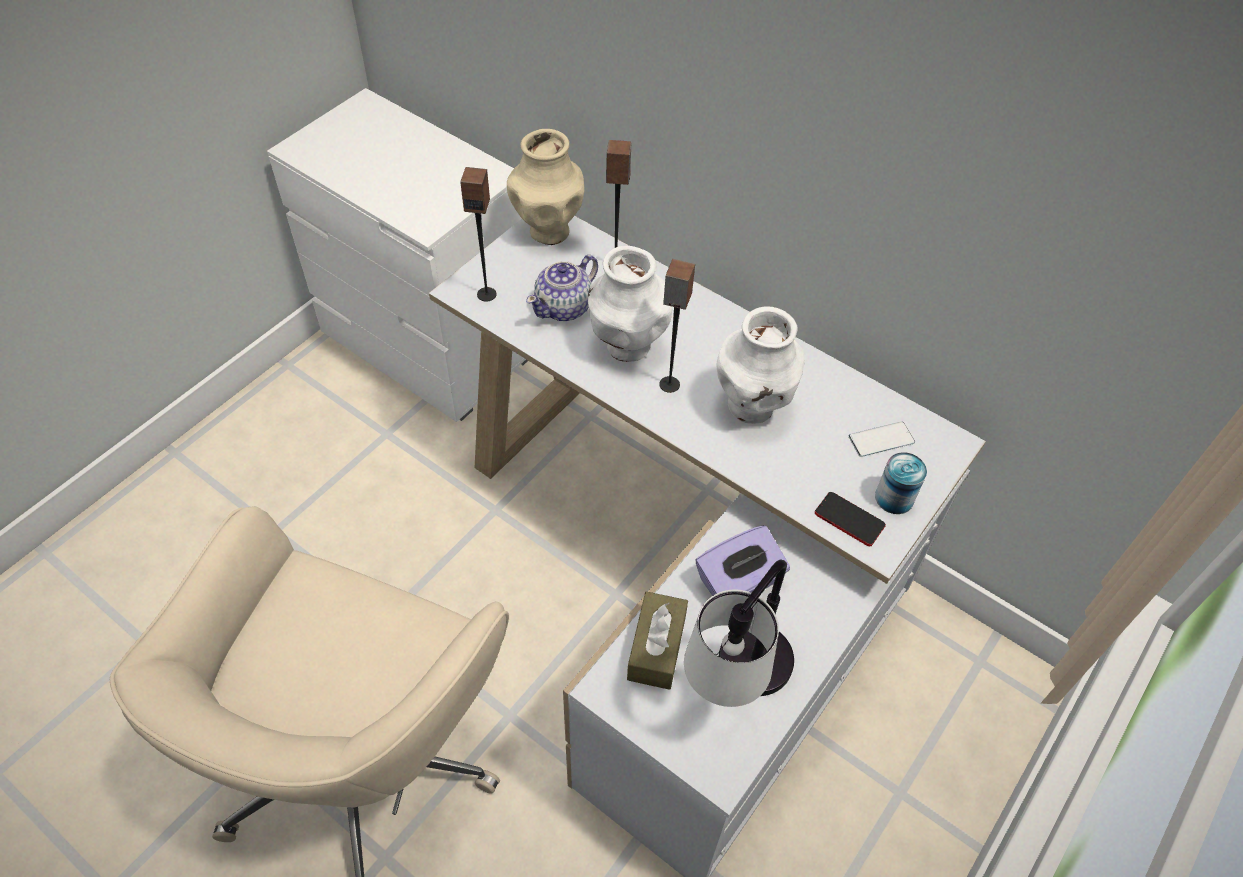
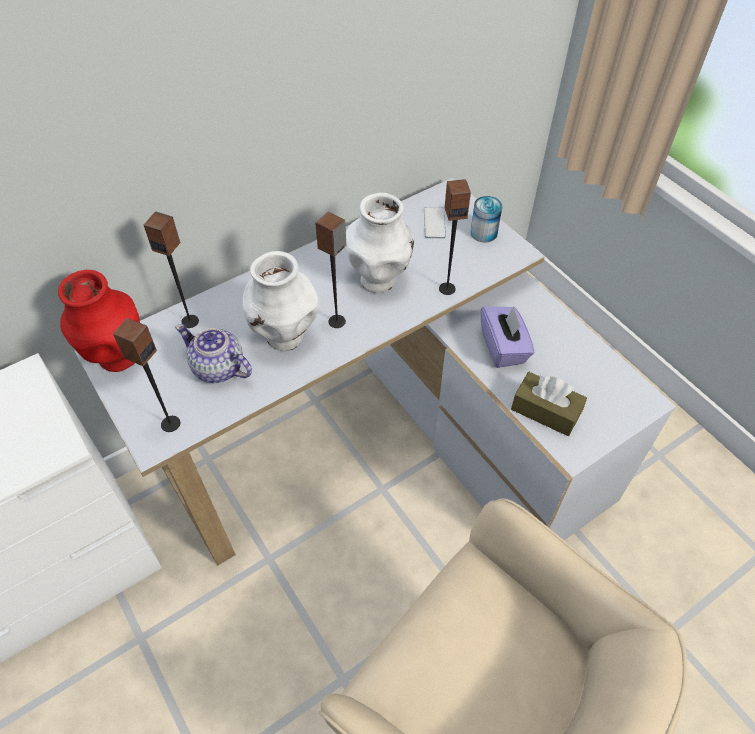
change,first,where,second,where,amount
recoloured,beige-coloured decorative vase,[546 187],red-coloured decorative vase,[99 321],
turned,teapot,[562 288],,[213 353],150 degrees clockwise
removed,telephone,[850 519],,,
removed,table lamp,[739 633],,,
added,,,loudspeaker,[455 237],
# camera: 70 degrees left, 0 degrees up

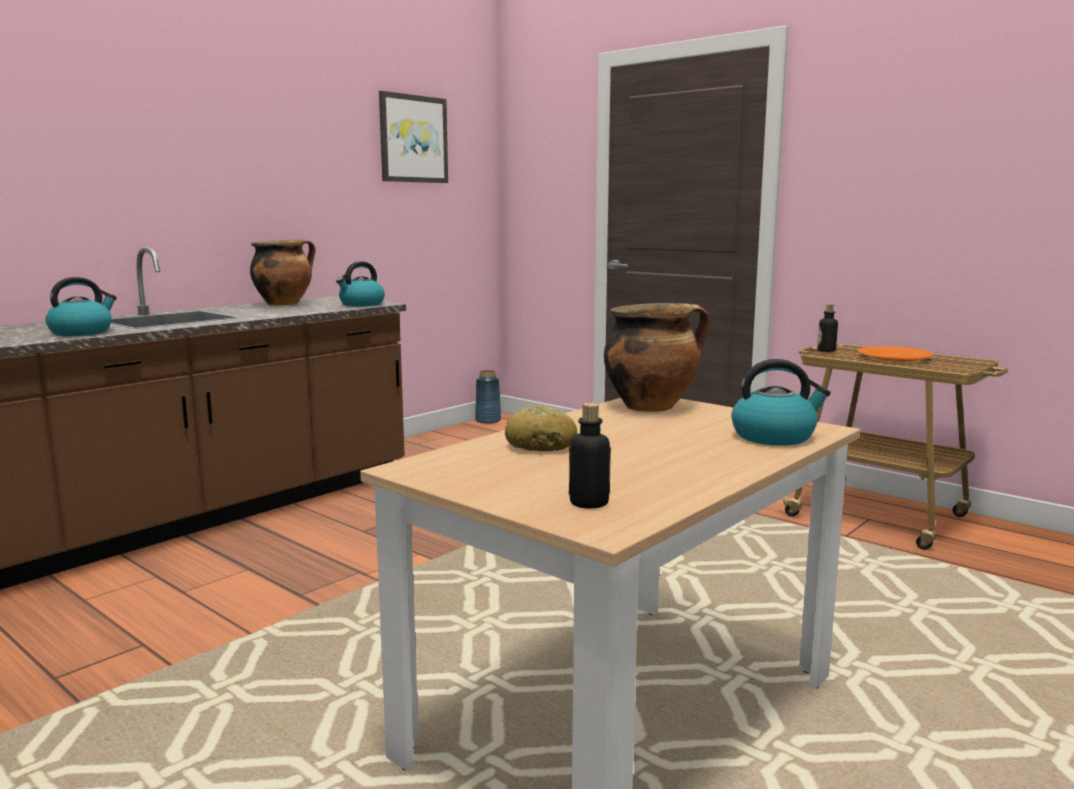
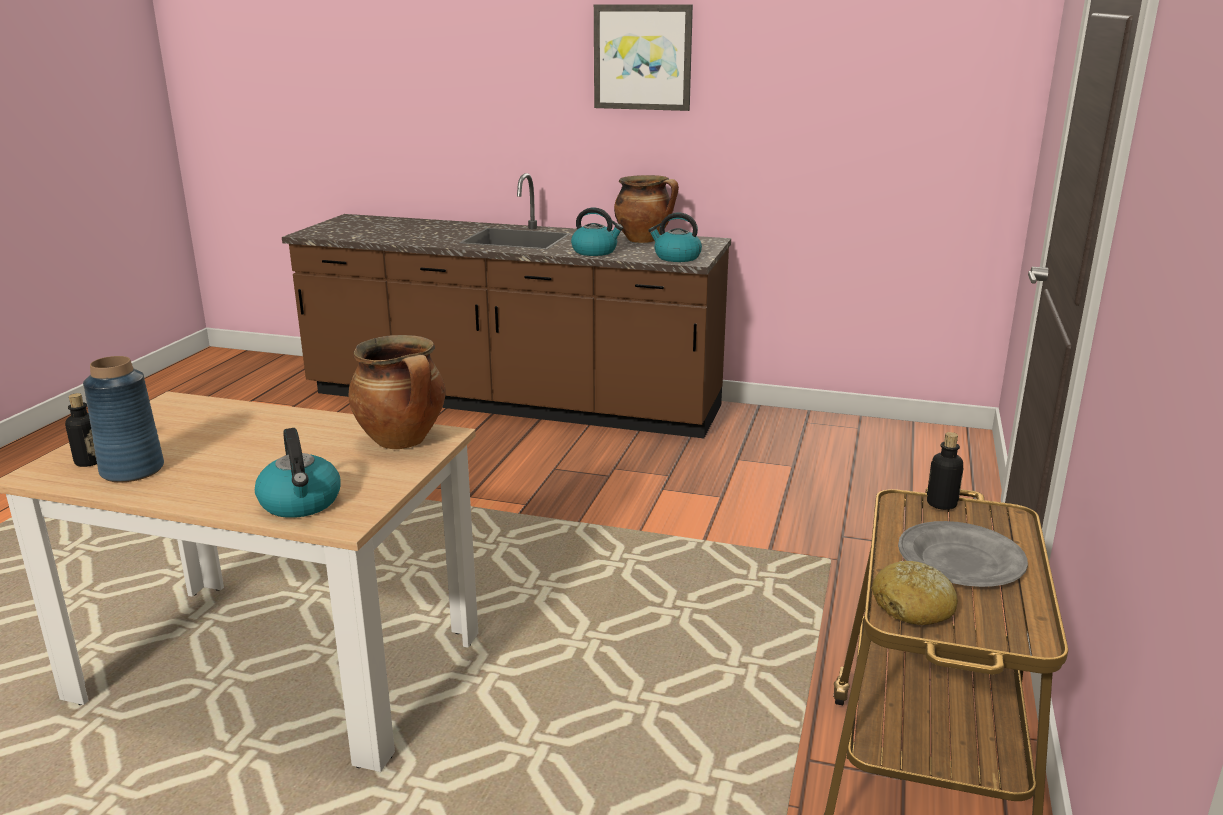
change,first,where,second,where,amount
moved,wall art,[413 137],,[643 57],
moved,water kettle,[81 306],,[597 232],
recoloured,orange-coloured dinner plate,[895 354],gray dinner plate,[963 554],
moved,blue decorative vase,[488 397],,[123 419],
moved,baked bread,[541 428],,[914 593],
# camera: 65 degrees right, 10 degrees up

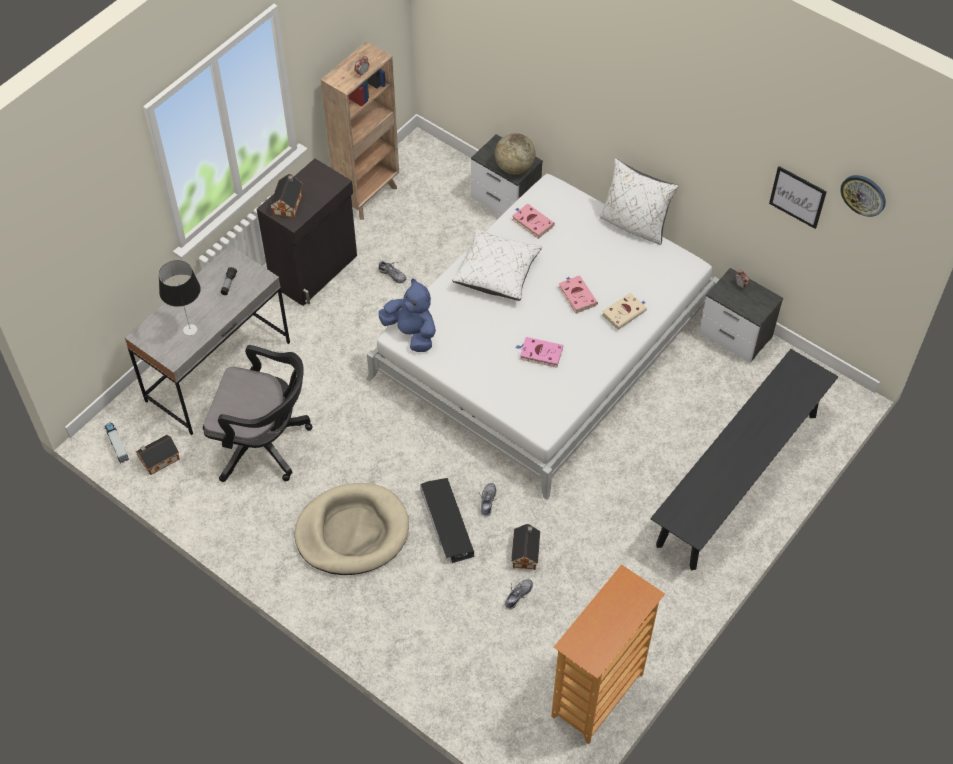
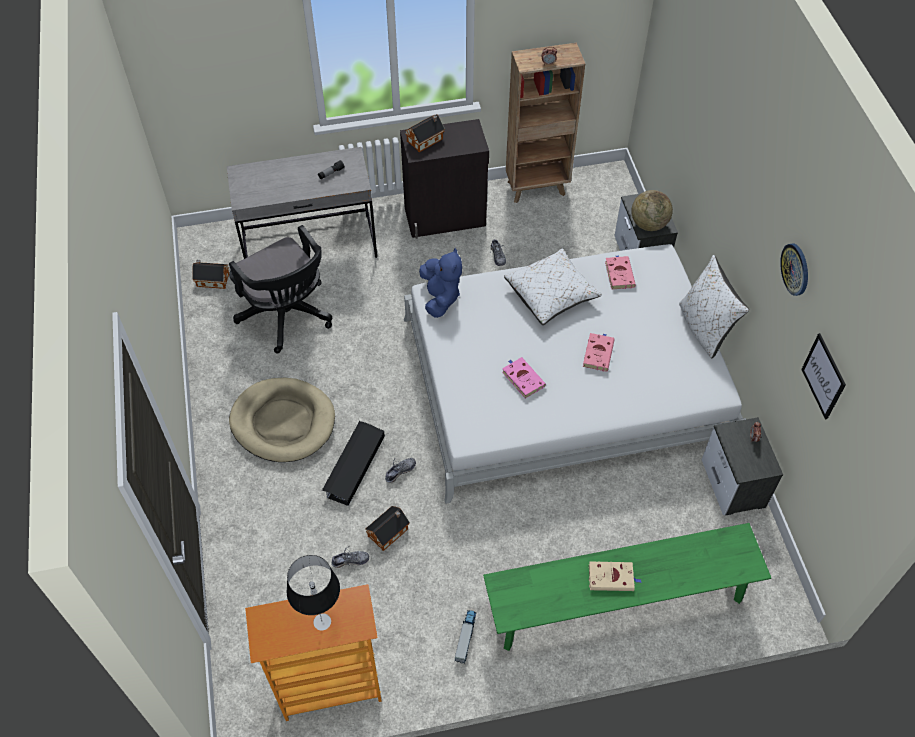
change,first,where,second,where,amount
moved,wall clock,[863 196],,[794 270],
moved,table lamp,[180 297],,[313 593],
moved,beige-coloured volume,[624 311],,[615 576],
recoloured,blackish long seat,[744 459],green-coloured long seat,[627 587],
moved,model truck,[117 443],,[465 636],
# camera: 40 degrees right, 0 degrees up

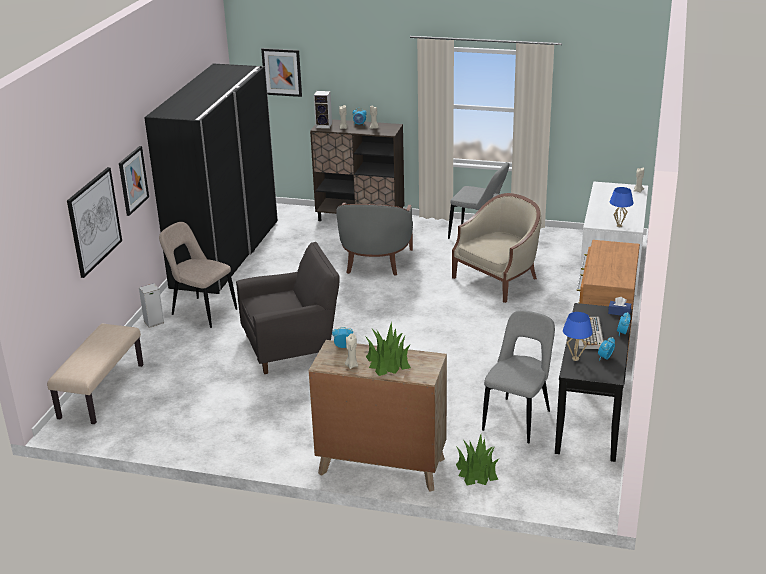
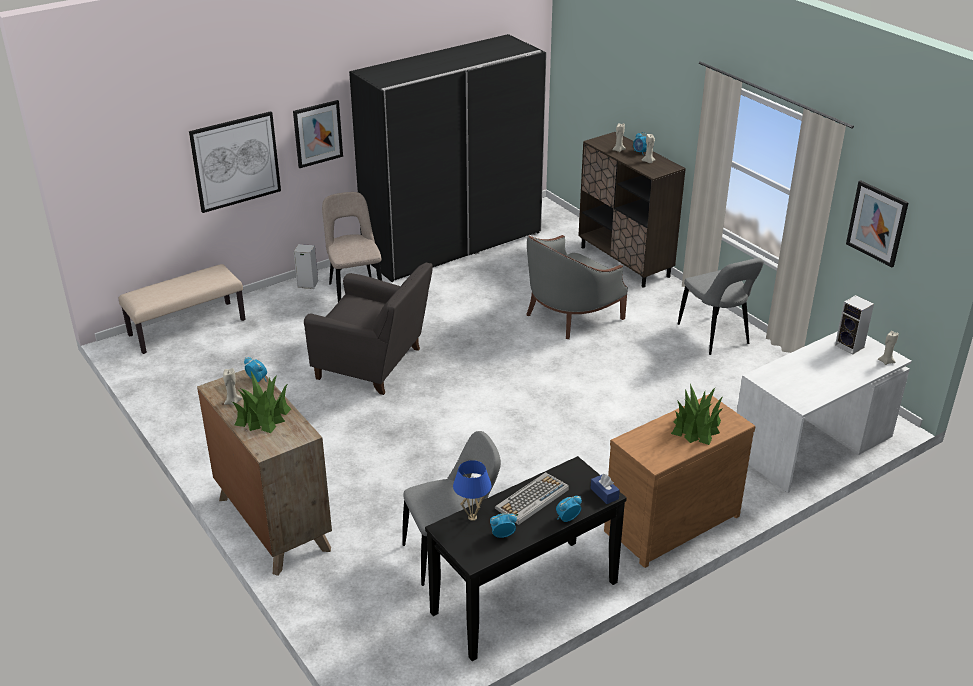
change,first,where,second,where,amount
moved,wall art,[281 72],,[877 223],
moved,loudspeaker,[323 110],,[854 324],
removed,blue table lamp,[622 207],,,
removed,beige-coloured easy chair,[496 248],,,
moved,houseplant,[477 460],,[697 414],
# camera: 40 degrees right, 5 degrees up

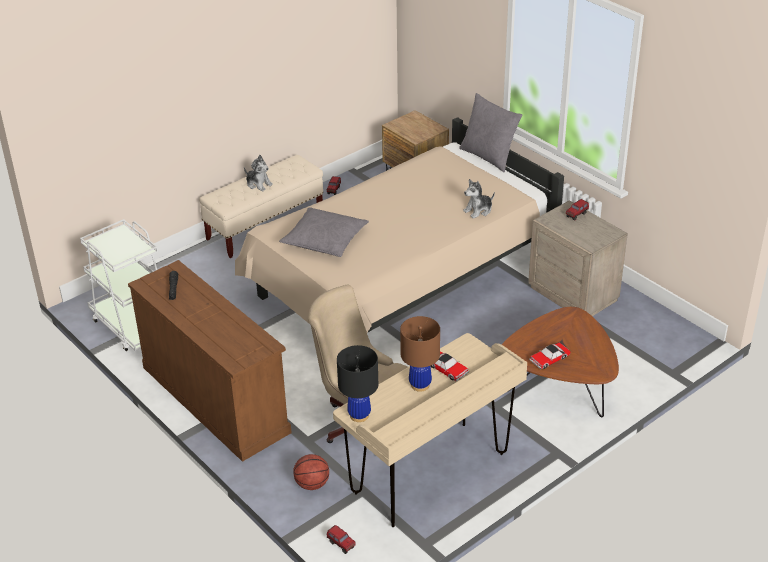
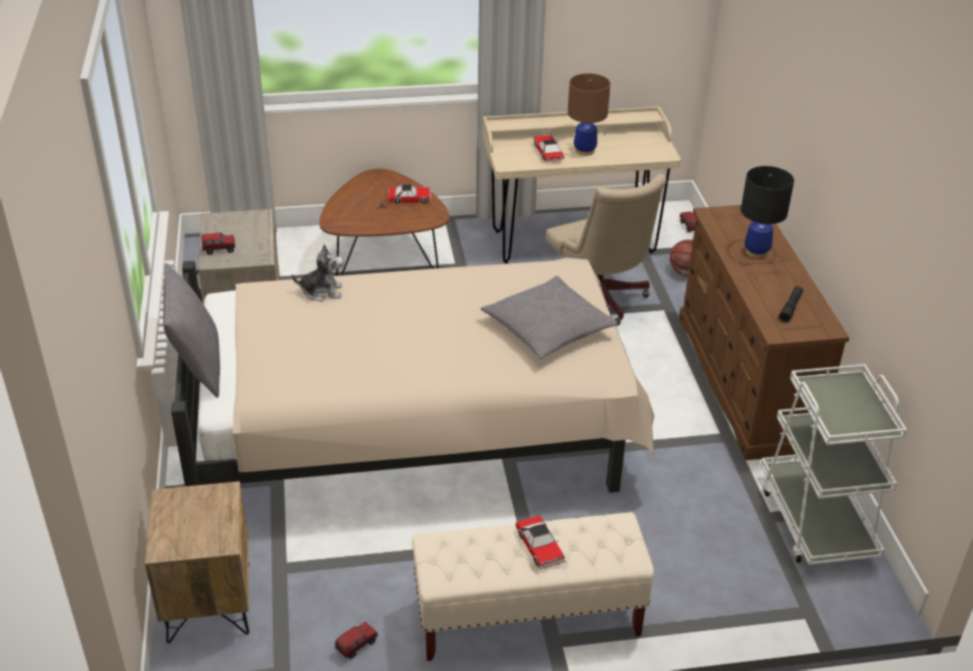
change,first,where,second,where,amount
replaced,soft toy,[258 173],toy car,[540 542],
moved,blackish table lamp,[357 383],,[767 212],
# camera: 150 degrees left, 0 degrees up

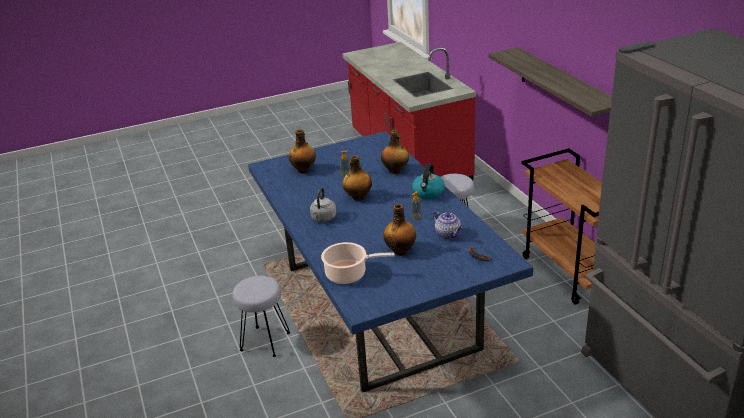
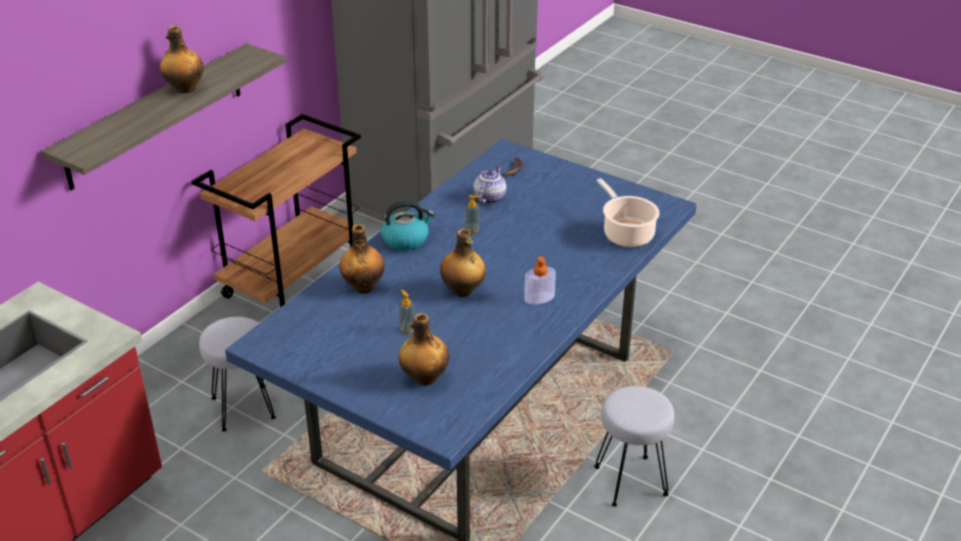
change,first,where,second,where,amount
replaced,gray water kettle,[323 205],soap bottle,[540 280],
moved,drink bottle,[399 230],,[182 59],
# camera: 125 degrees left, 5 degrees up

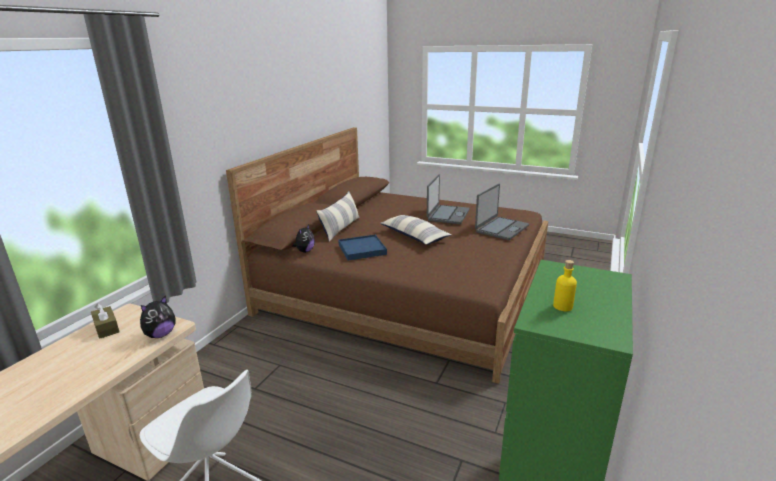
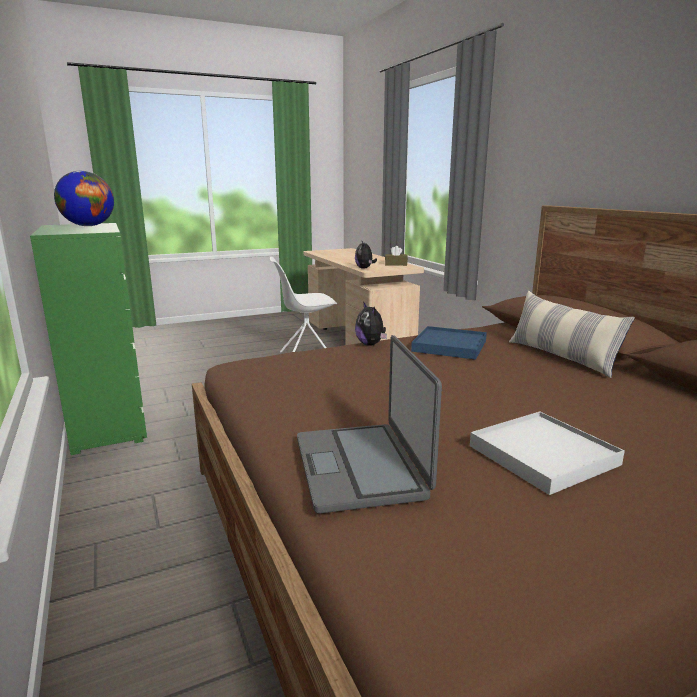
change,first,where,second,where,amount
replaced,portable computer,[448 199],white carrying tray,[547 453],
removed,pillow,[416 230],,,
moved,soft toy,[303 239],,[371 324],
replaced,yellow drink bottle,[565 285],world globe,[84 198],
# camera: 130 degrees right, 5 degrees down

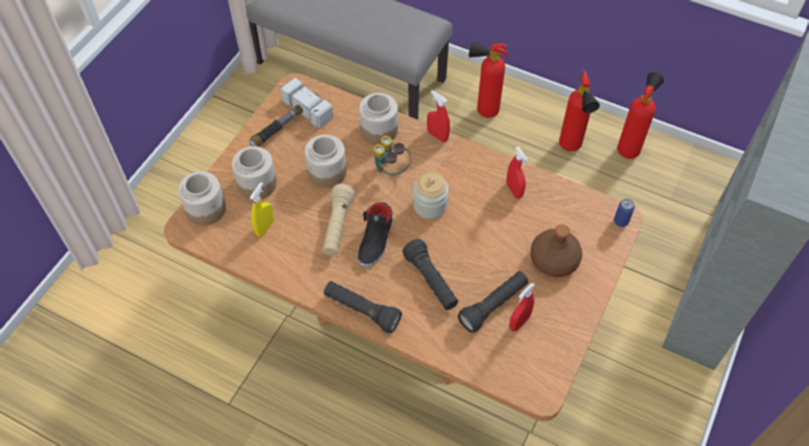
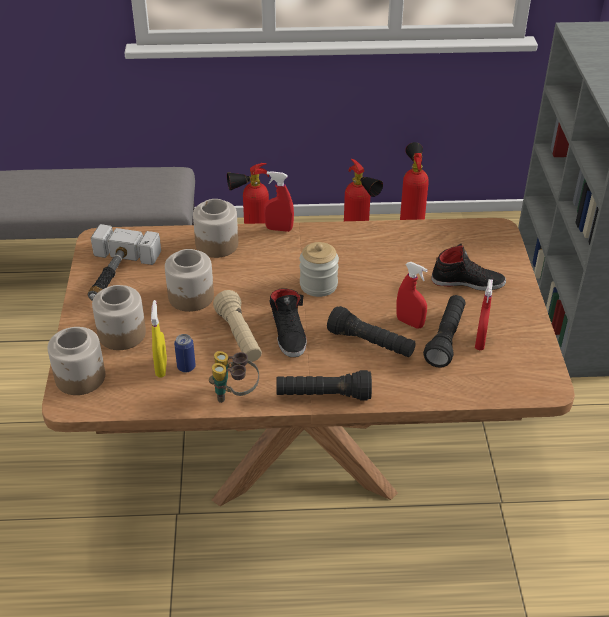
change,first,where,second,where,amount
moved,pair of binoculars,[392 155],,[234 377],
moved,red-coloured sprayer,[517 172],,[412 295],
moved,can,[624 213],,[185 353],
replaced,brown drink bottle,[556 250],blackish low shoe,[468 267],
# camera: 30 degrees left, 15 degrees down

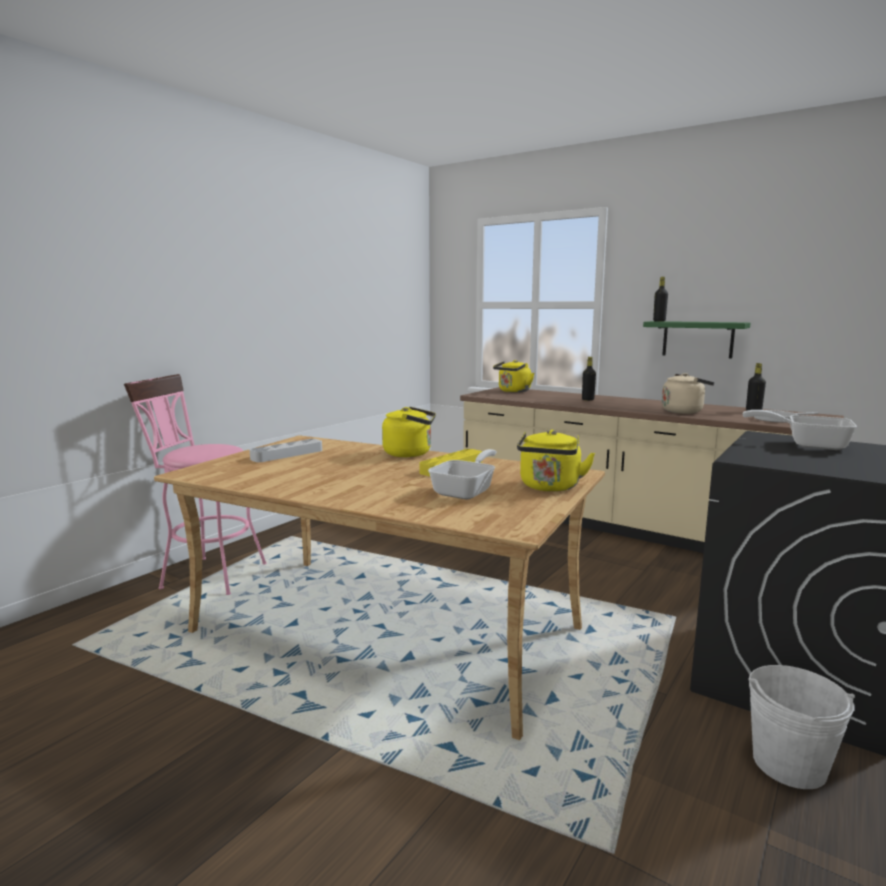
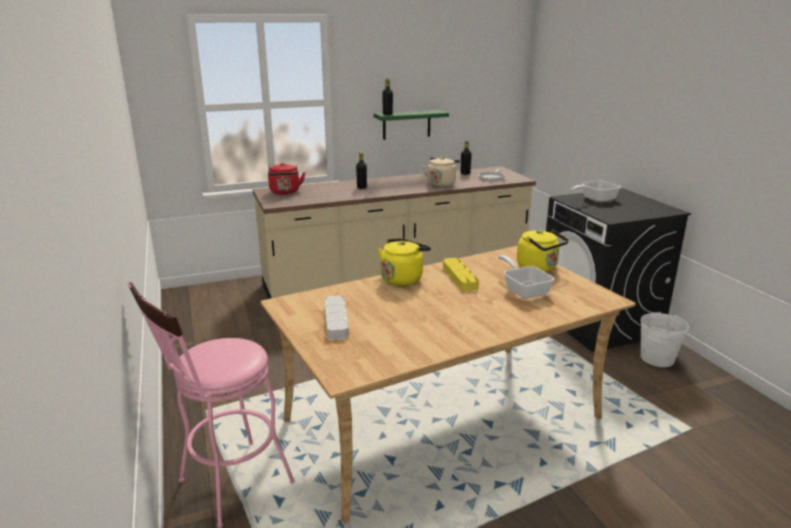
change,first,where,second,where,amount
recoloured,yellow water kettle,[513 376],red-coloured water kettle,[286 178],
# camera: 55 degrees left, 10 degrees up

